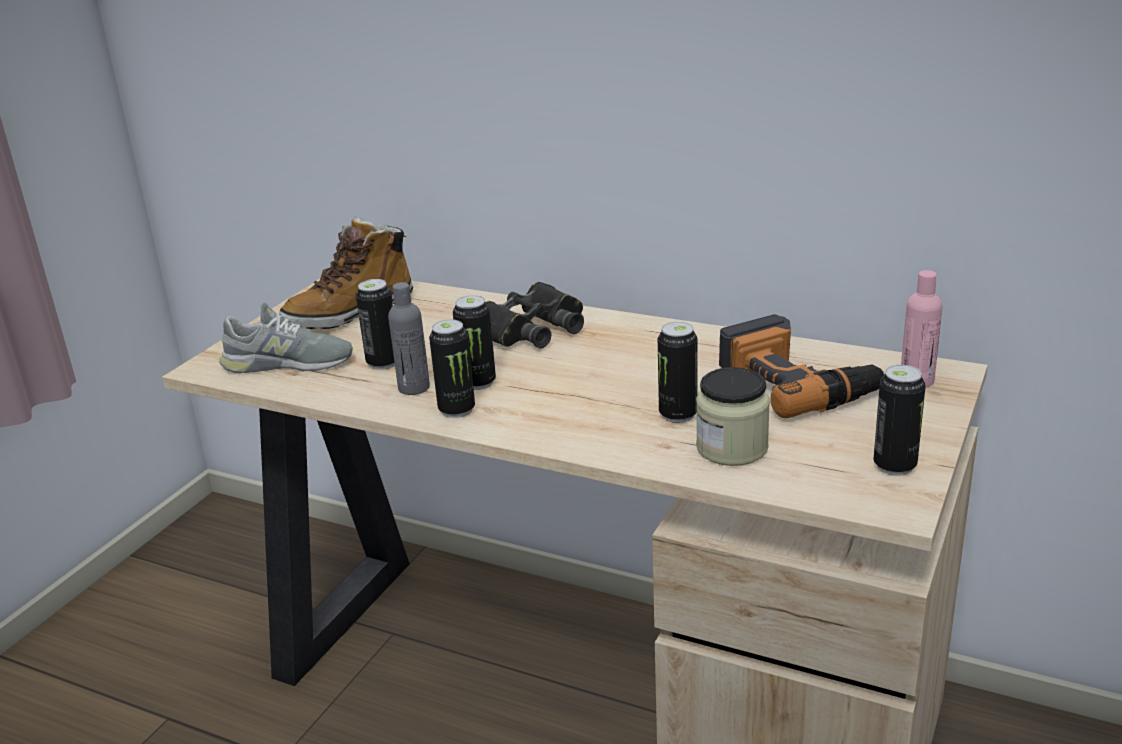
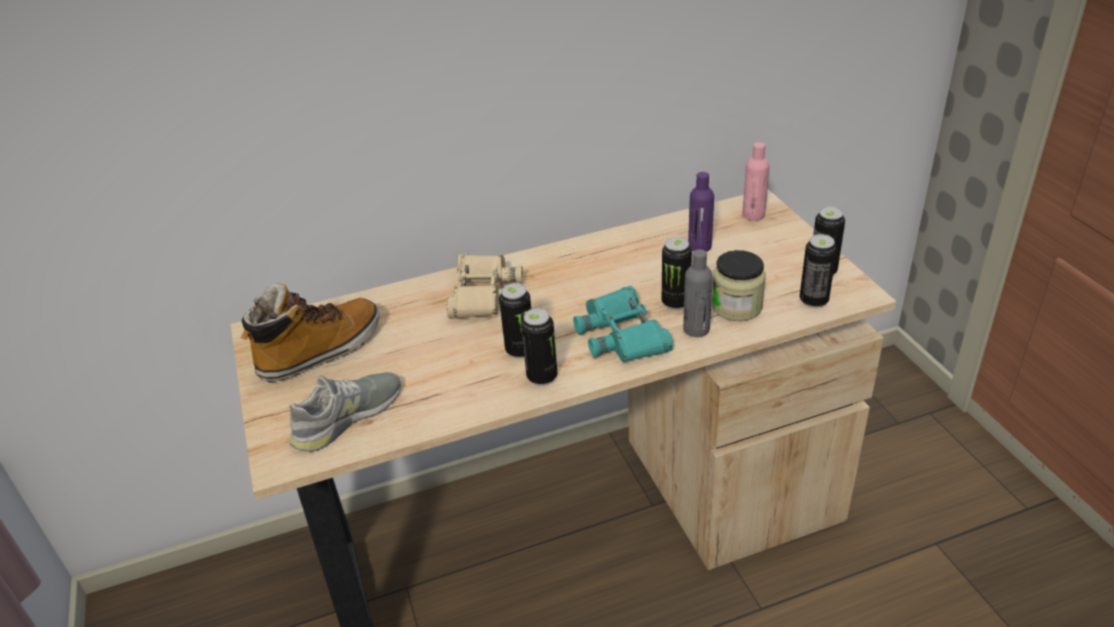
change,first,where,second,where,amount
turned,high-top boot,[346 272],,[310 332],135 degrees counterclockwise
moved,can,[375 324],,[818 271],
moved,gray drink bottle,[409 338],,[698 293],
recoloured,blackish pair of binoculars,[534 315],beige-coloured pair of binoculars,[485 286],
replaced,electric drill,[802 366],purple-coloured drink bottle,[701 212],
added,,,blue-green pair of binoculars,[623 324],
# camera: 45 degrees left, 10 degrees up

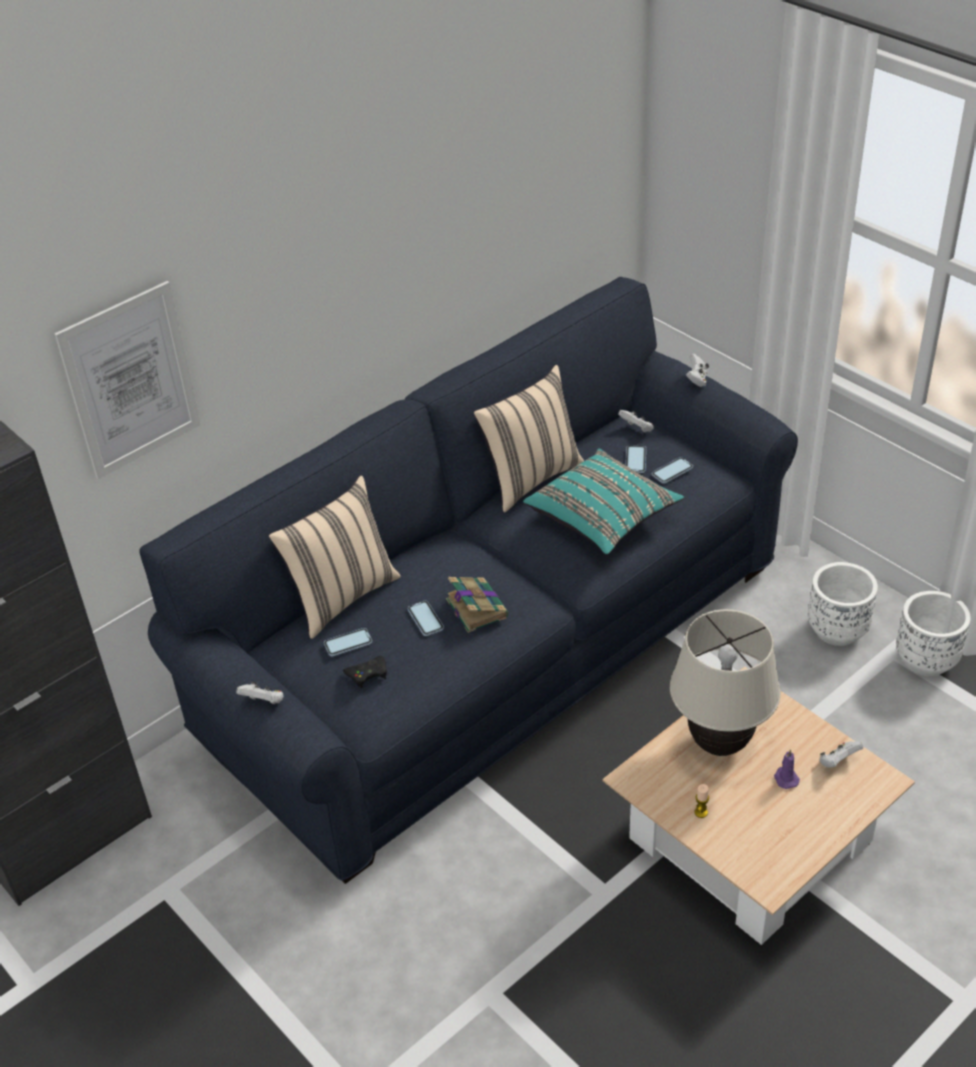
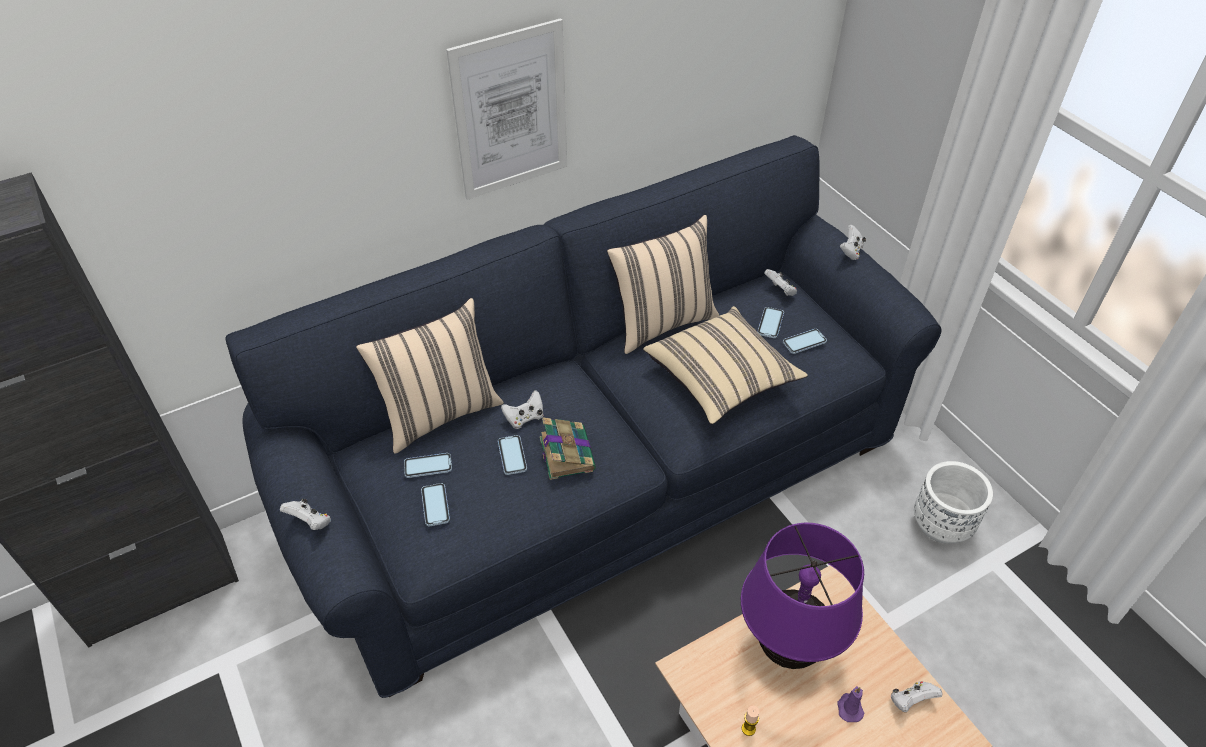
change,first,where,second,where,amount
moved,wall art,[127 380],,[506 109],
recoloured,blue-green pillow,[603 502],beige-coloured pillow,[725 365],
removed,white flower pot,[933 633],,,
recoloured,beige-coloured table lamp,[725 682],purple-coloured table lamp,[802 596],
replaced,blackish game controller,[365 672],telephone,[435 504],
added,,,white game controller,[522 409],
# camera: 10 degrees right, 5 degrees up

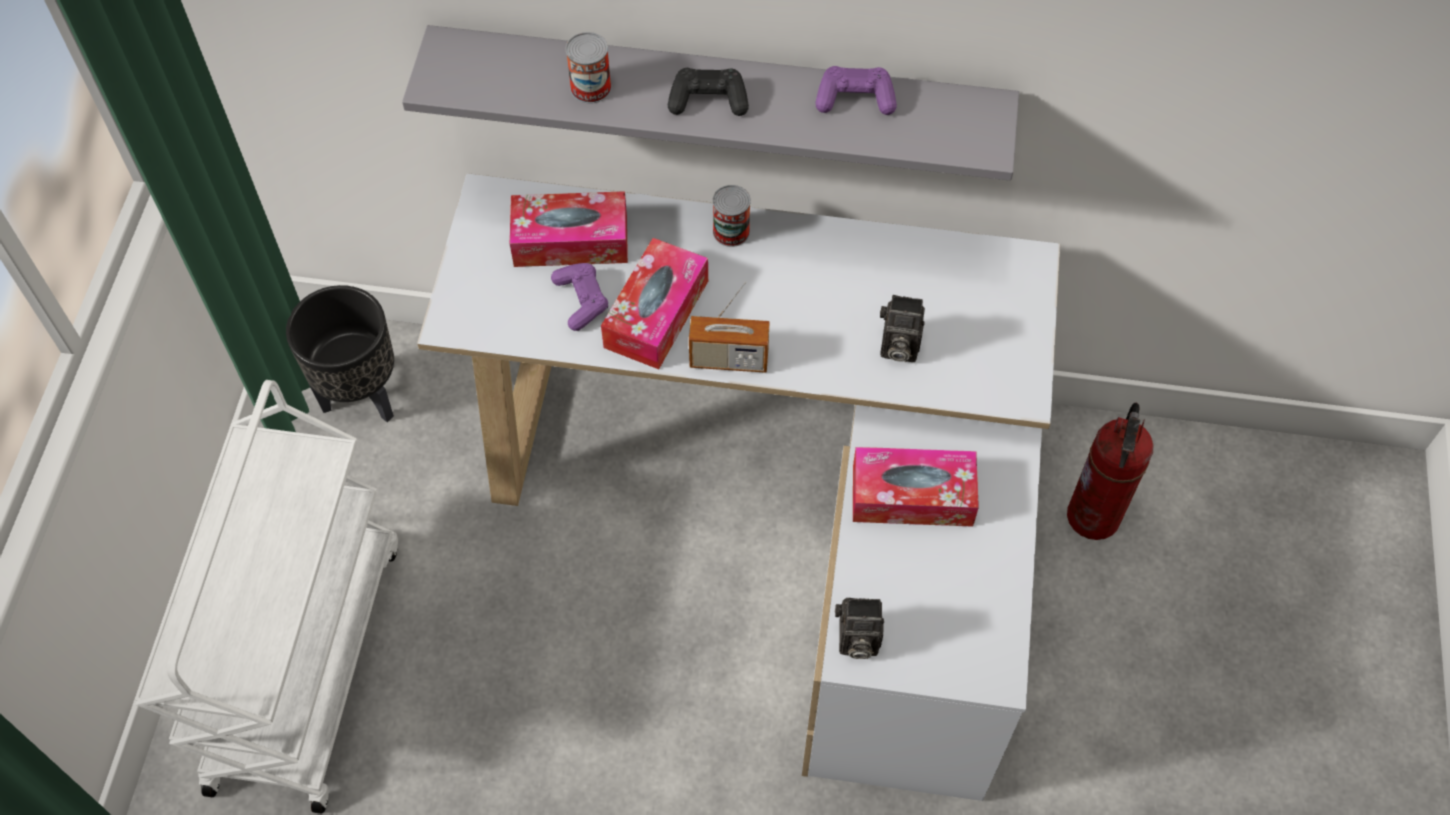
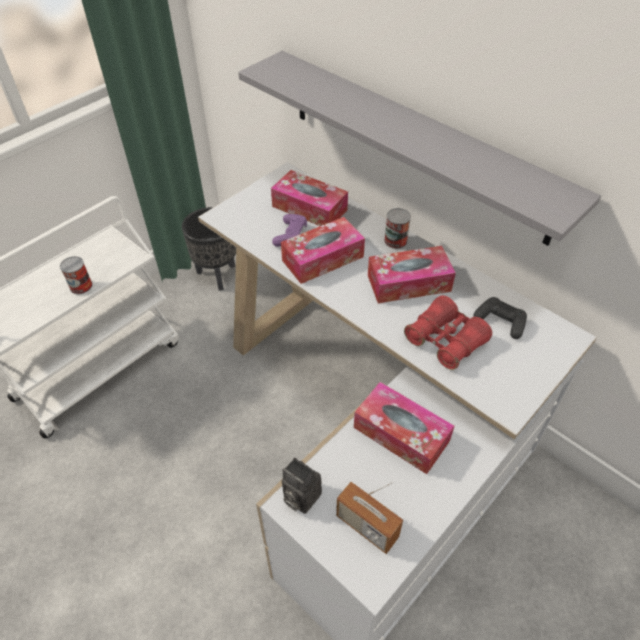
change,first,where,second,where,amount
moved,can,[589 68],,[76 275],
removed,purple-coloured game controller,[856 90],,,
moved,blackish game controller,[708 92],,[500 318],
moved,radio receiver,[729 327],,[369 518],
replaced,photo camera,[902 328],red-coloured pair of binoculars,[448 332],
removed,extinguisher,[1110 471],,,
added,,,tissue holder,[412 274],
# camera: 35 degrees right, 10 degrees down

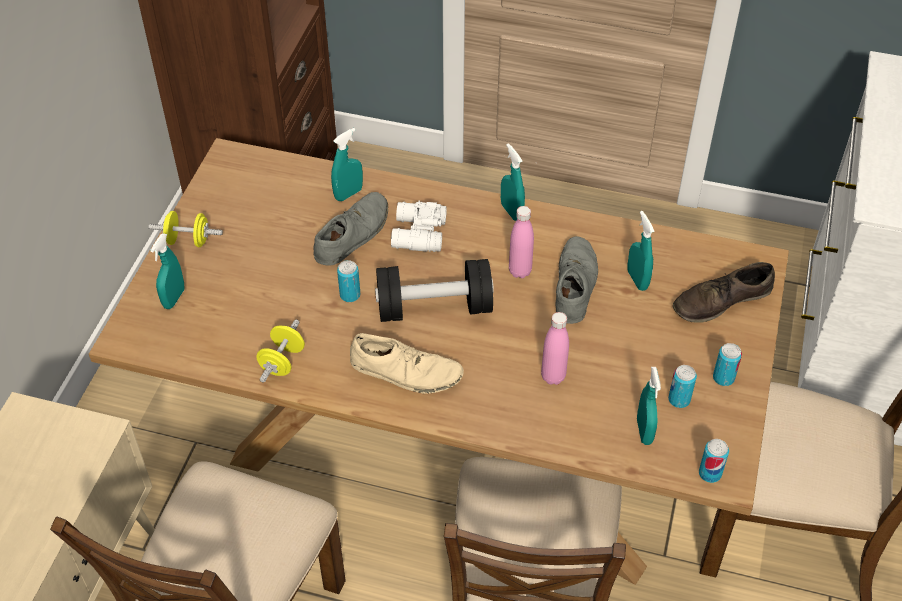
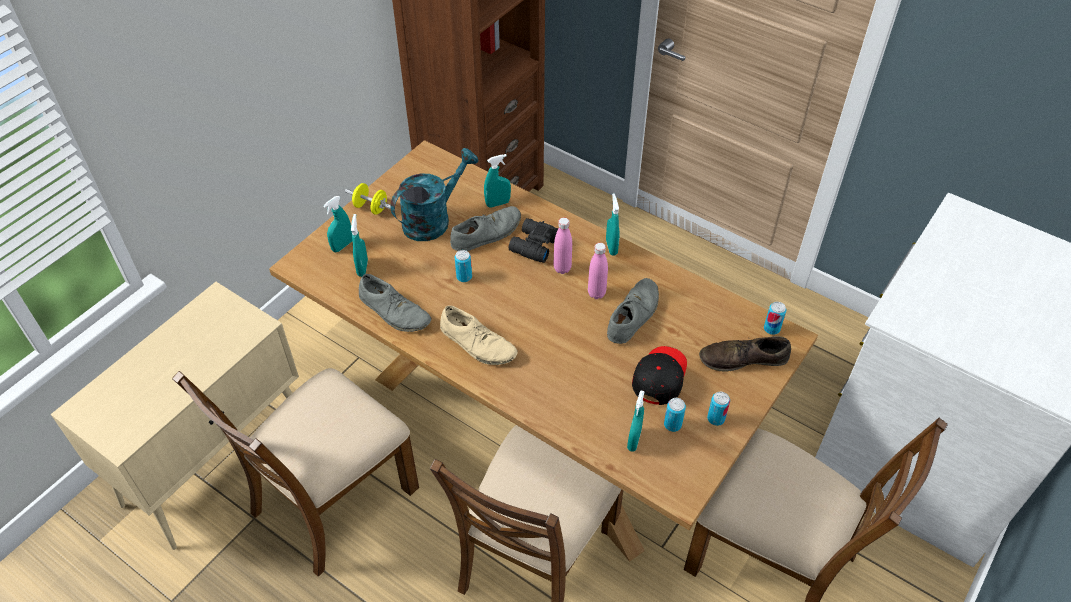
change,first,where,second,where,amount
recoloured,white pair of binoculars,[419 226],blackish pair of binoculars,[533 240],
moved,blue-green sprayer,[641 251],,[359 245],
removed,blackish free weight,[434 290],,,
moved,pink-coloured drink bottle,[555 348],,[563 245],
replaced,yellow free weight,[280 351],gray low shoe,[395 303],
moved,can,[714 461],,[775 318],
added,,,blue-green sprinkling can,[434 194],
added,,,blackish cap,[659 375],
# camera: 20 degrees right, 0 degrees up

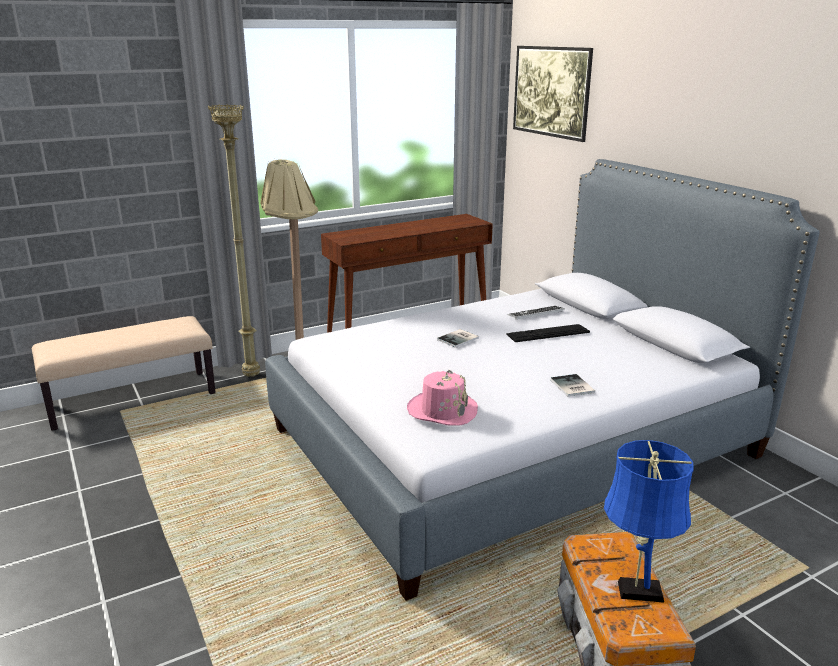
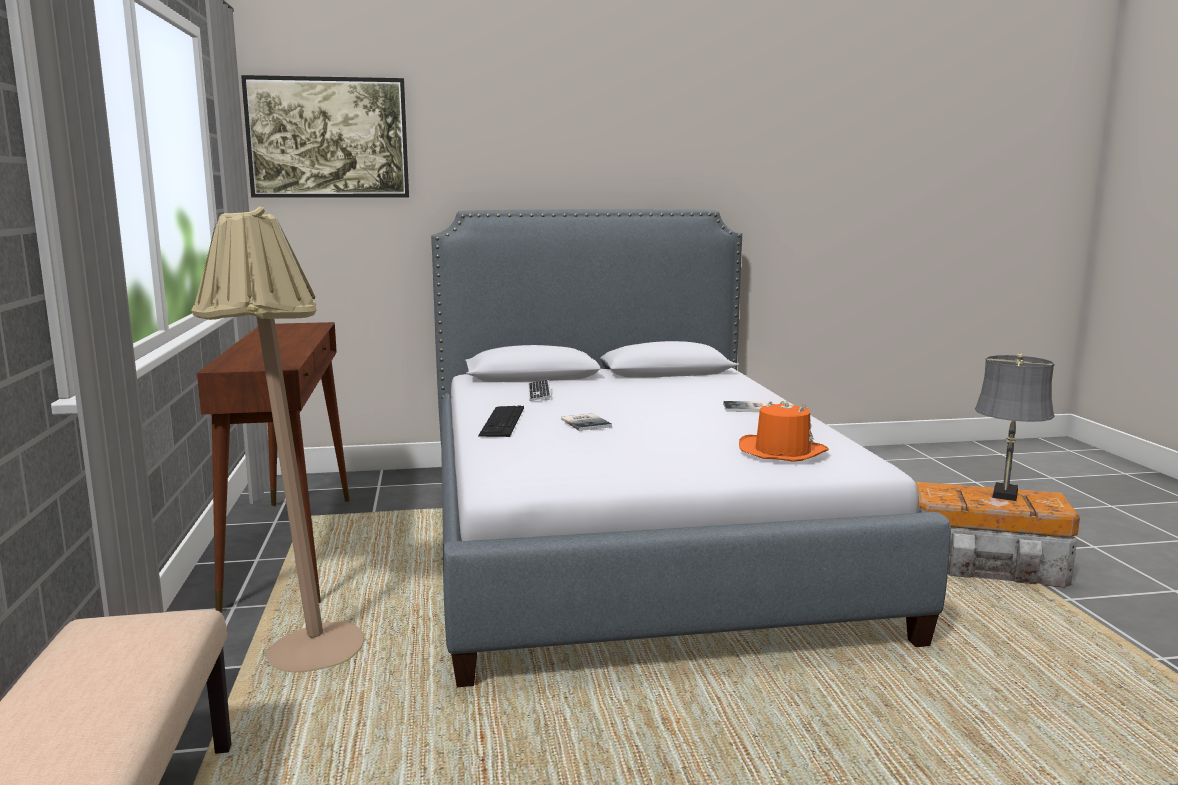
change,first,where,second,where,amount
removed,beige-coloured floor lamp,[234 240],,,
moved,PC keyboard,[548 333],,[501 421],
recoloured,pink-coloured wearable hat,[442 398],orange-coloured wearable hat,[784 430],
recoloured,blue table lamp,[649 521],gray table lamp,[1015 427],
# camera: 70 degrees left, 10 degrees down

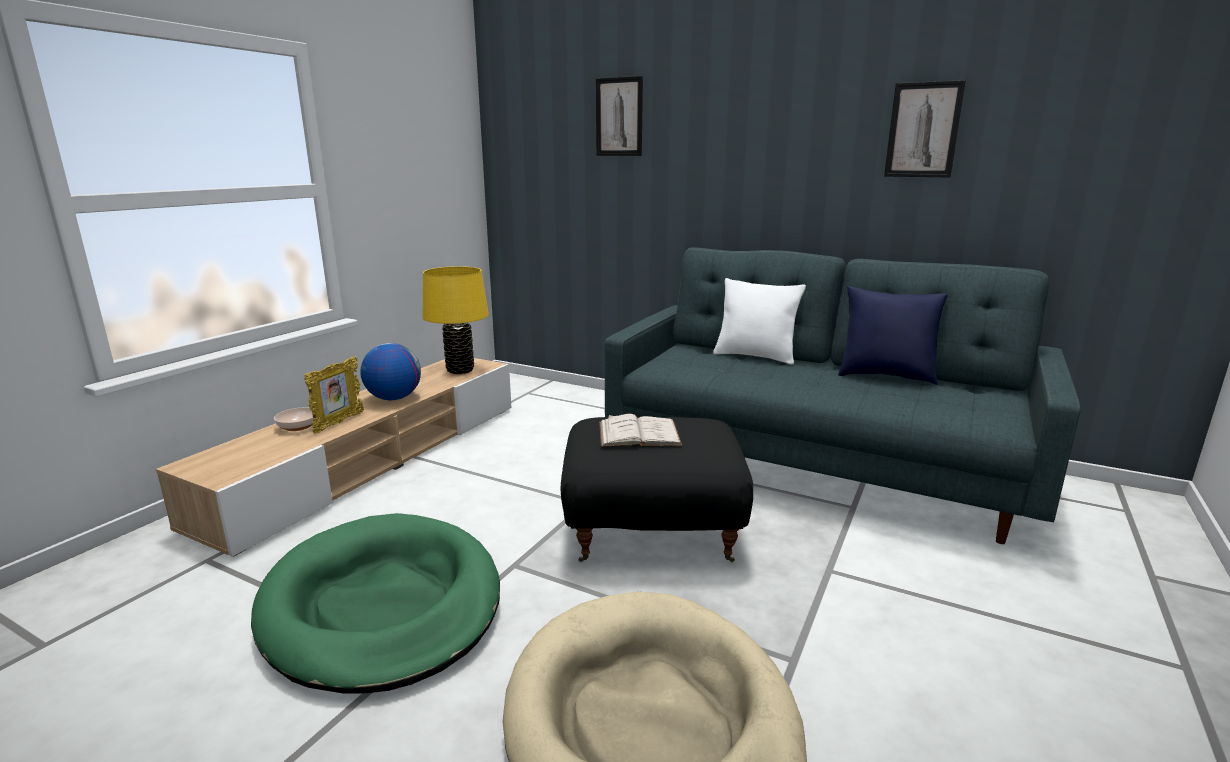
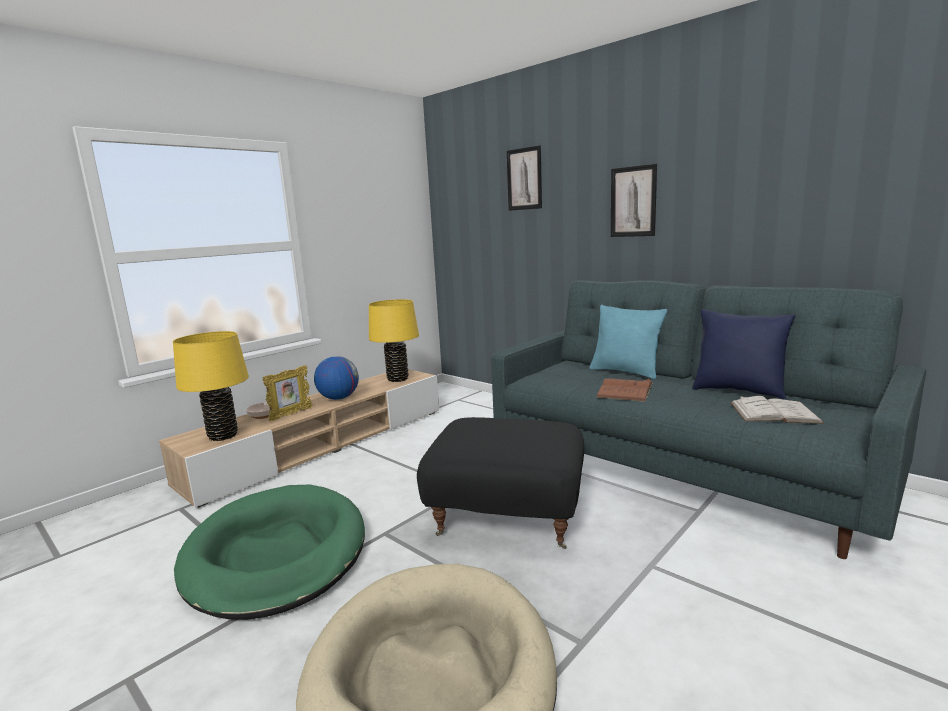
change,first,where,second,where,amount
moved,wall art,[925 129],,[634 200],
recoloured,white pillow,[759 321],blue-green pillow,[628 342],
moved,white volume,[640 430],,[777 409],
added,,,yellow table lamp,[211 386],
added,,,brown volume,[624 390],
# camera: 15 degrees right, 5 degrees down

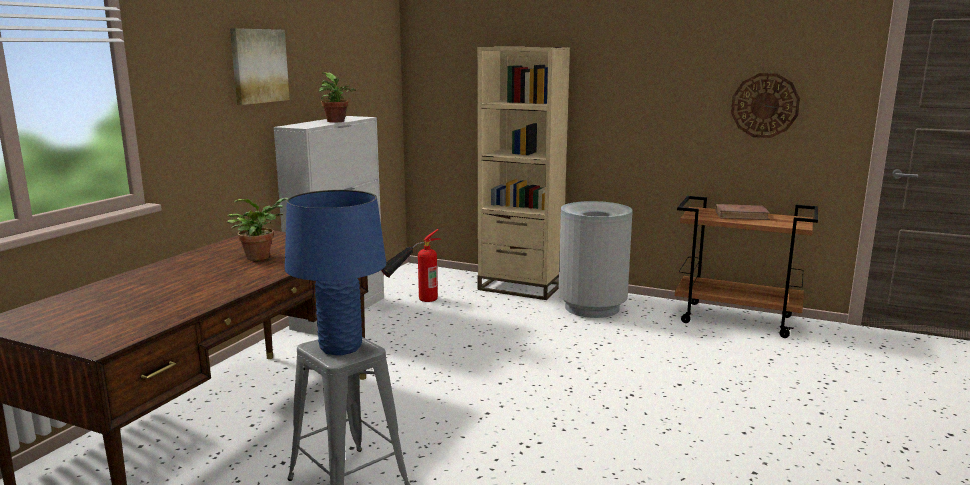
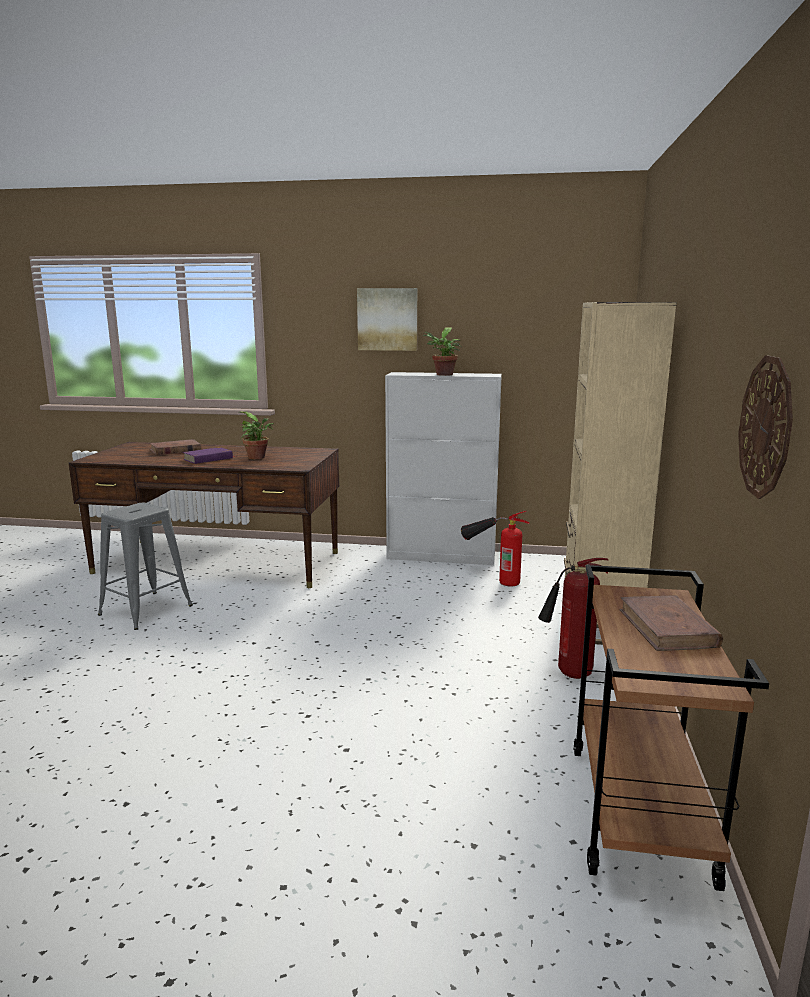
change,first,where,second,where,amount
removed,blue table lamp,[335 272],,,
replaced,gray rubbish bin,[595 259],extinguisher,[573 618],
added,,,brown volume,[175 447],
added,,,purple-coloured volume,[210 455],
# camera: 75 degrees right, 0 degrees up

